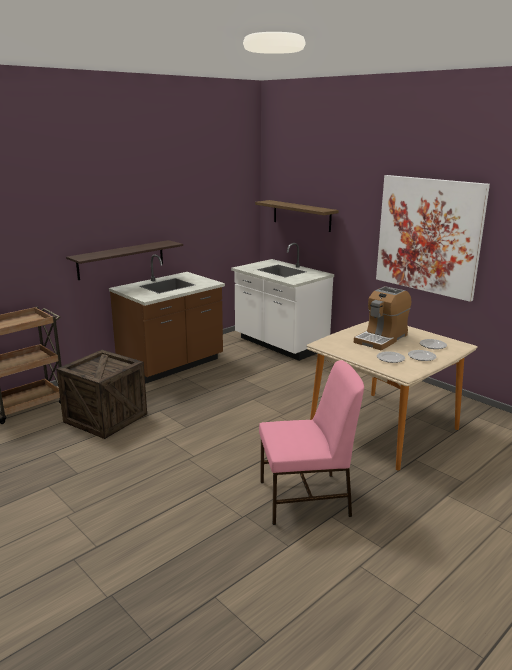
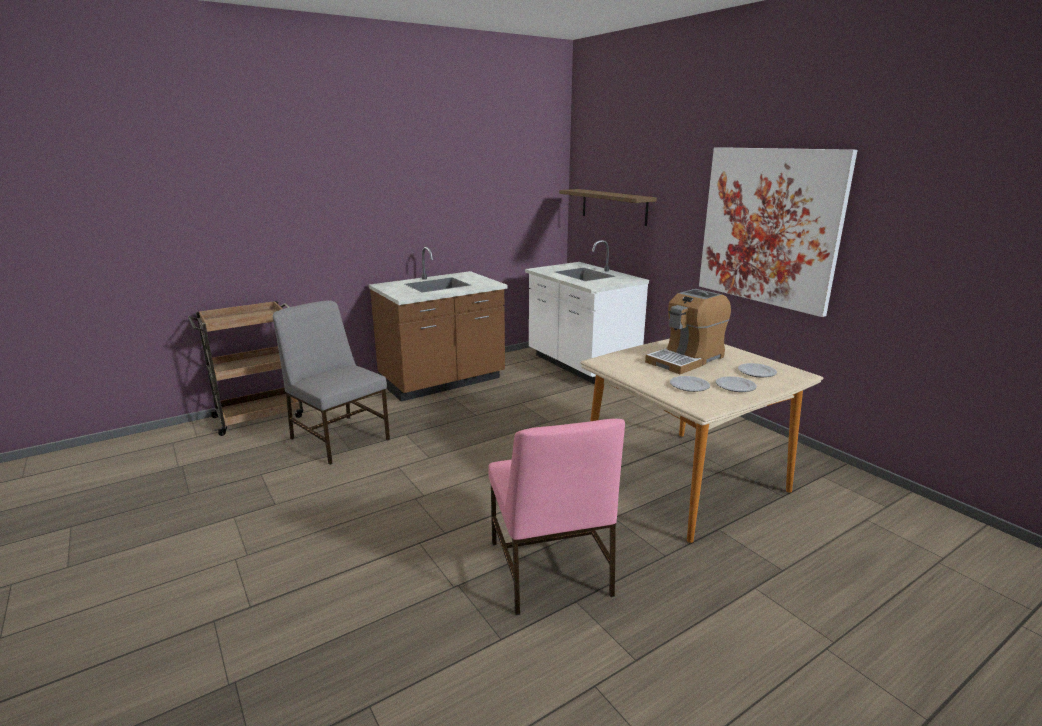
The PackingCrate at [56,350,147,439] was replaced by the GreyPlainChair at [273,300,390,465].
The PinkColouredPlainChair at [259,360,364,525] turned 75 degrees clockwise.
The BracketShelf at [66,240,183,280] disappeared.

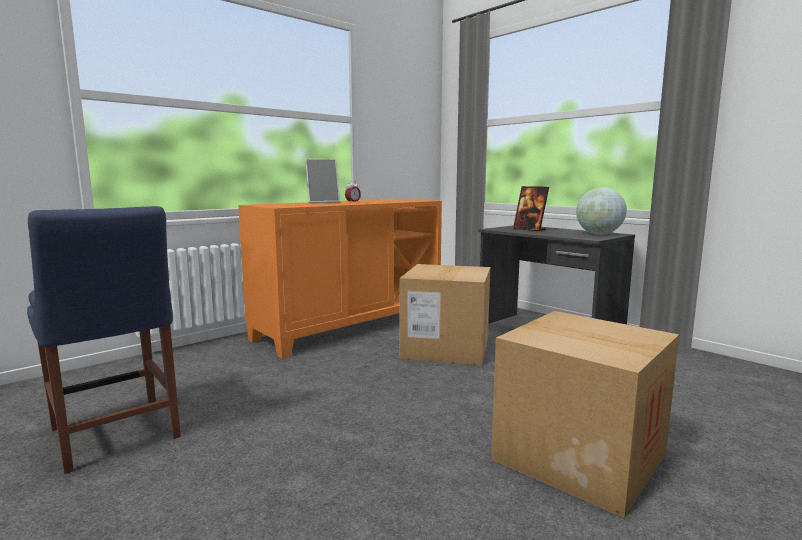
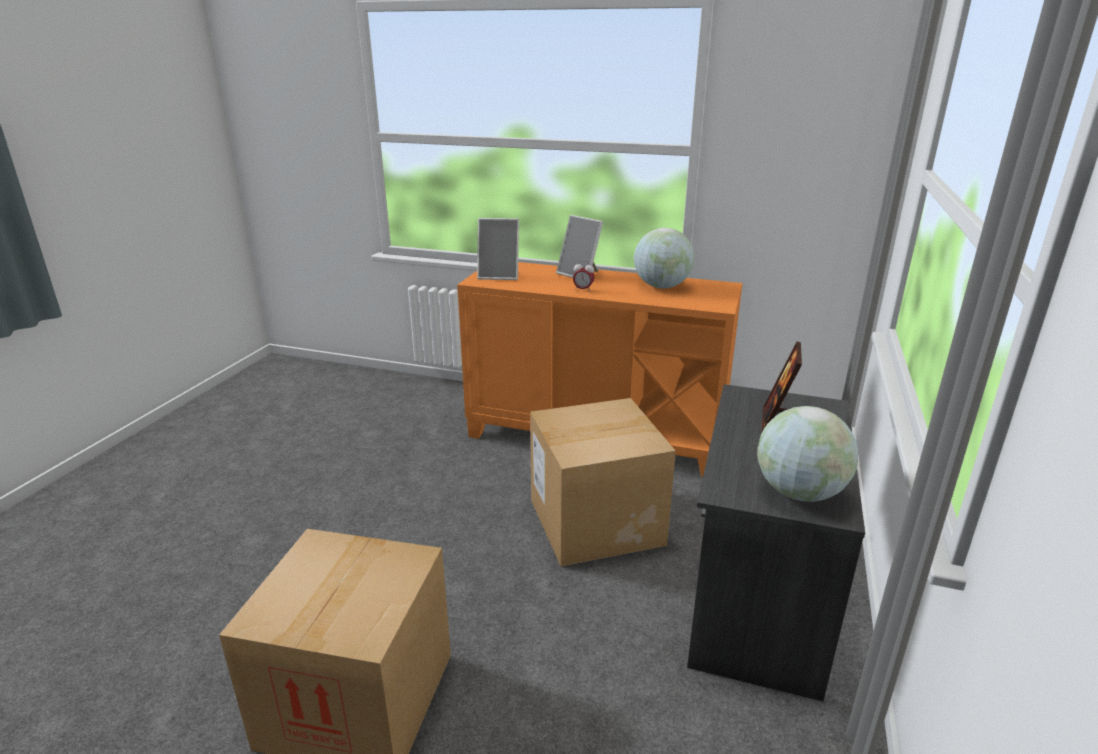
The StandingFrame at [477,218,519,280] appeared.
The WorldGlobe at [634,228,694,288] appeared.
The BlueColouredPlainChair at [27,206,181,474] disappeared.

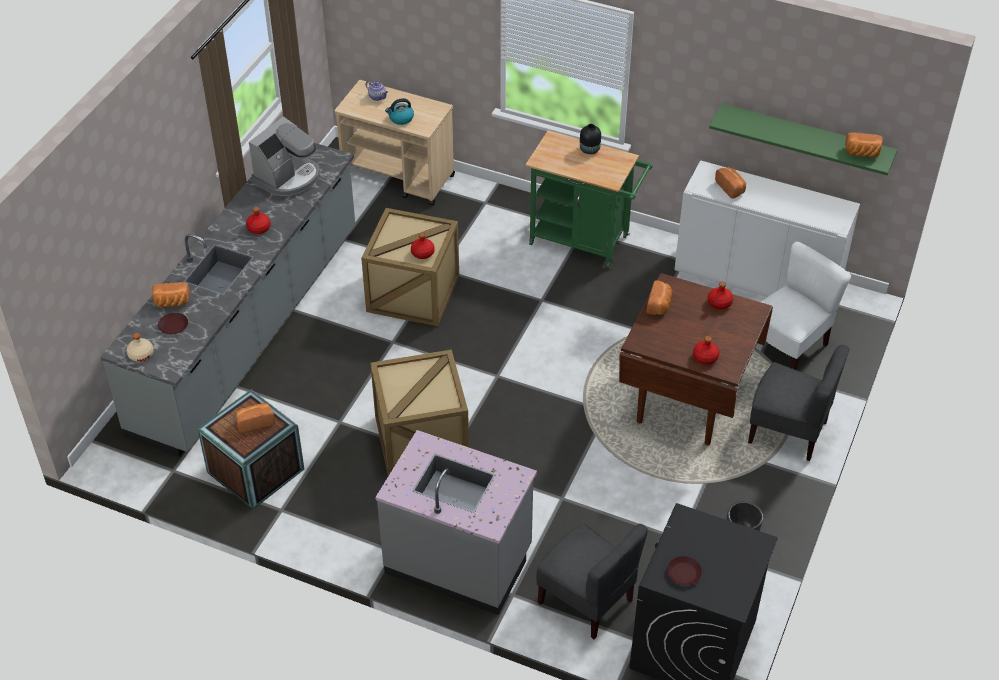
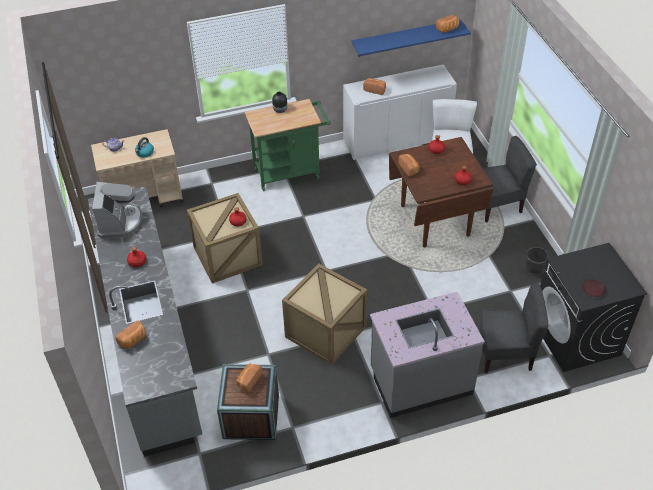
The GreenBracketShelf at [709,104,897,175] became the BlueColouredBracketShelf at [351,19,471,57].
The SandColouredDrinkBottle at [126,333,154,362] disappeared.
The BrownishPlate at [158,313,188,334] disappeared.

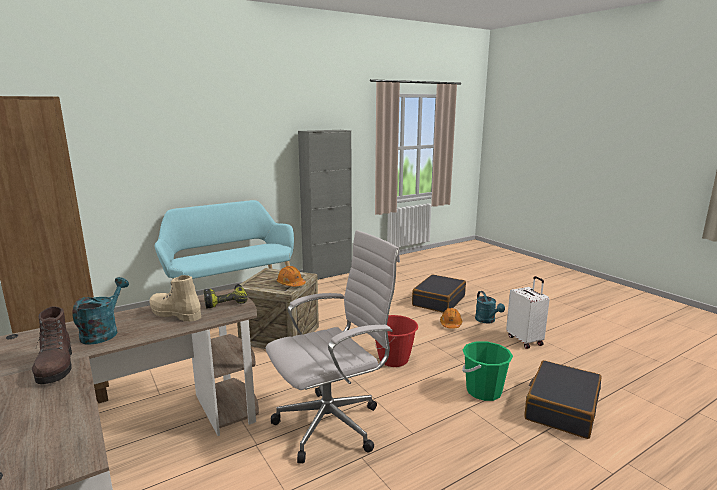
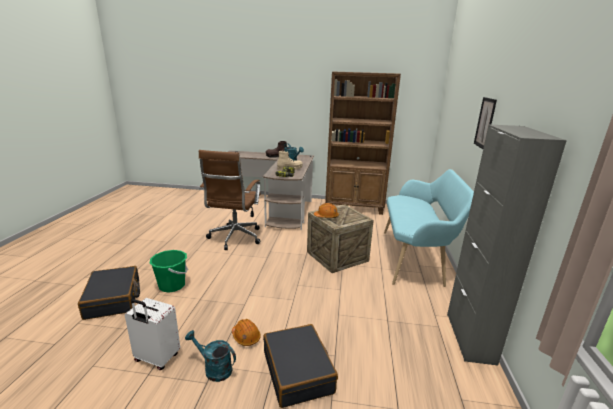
The WhiteColouredComputerChair at [266,230,400,463] became the BrownishComputerChair at [199,150,261,250].
The WallPicture at [474,97,497,149] appeared.
The RedPail at [375,315,418,367] disappeared.

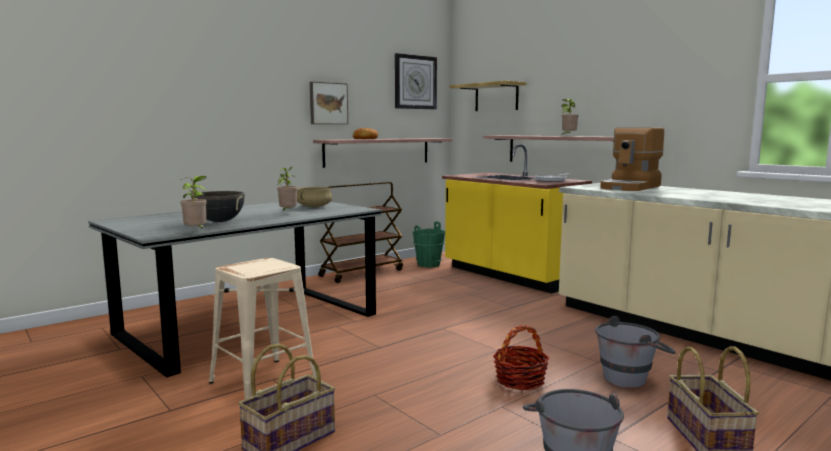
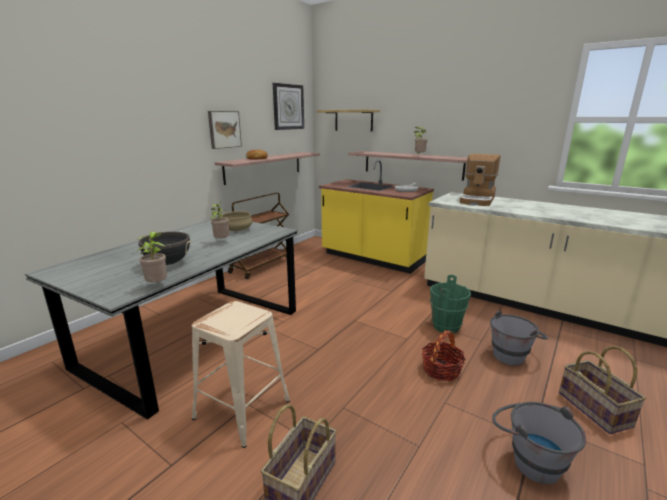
The GreenPail moved from [412,221,445,268] to [430,275,471,333].

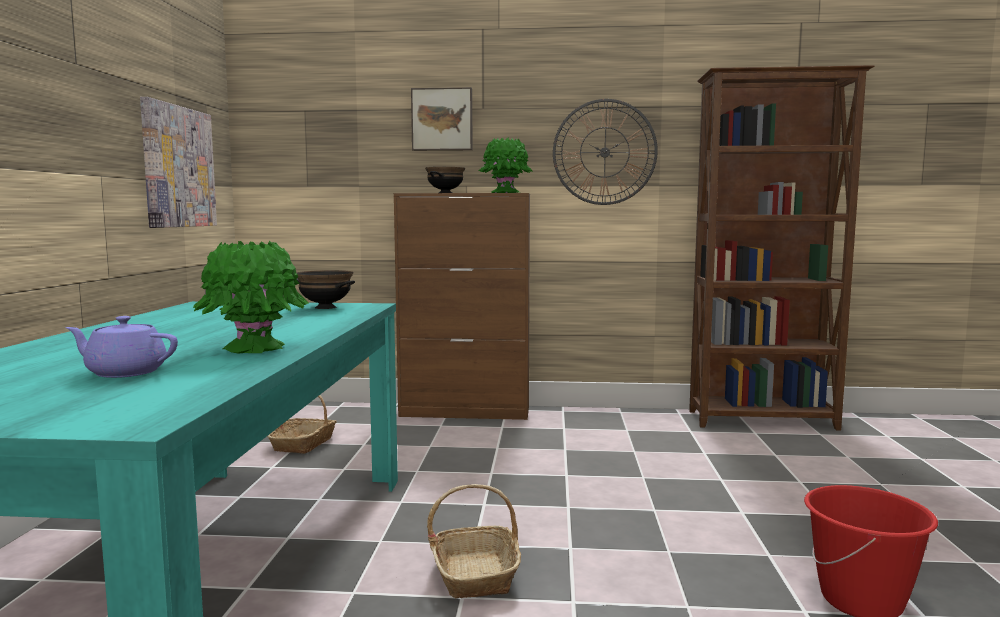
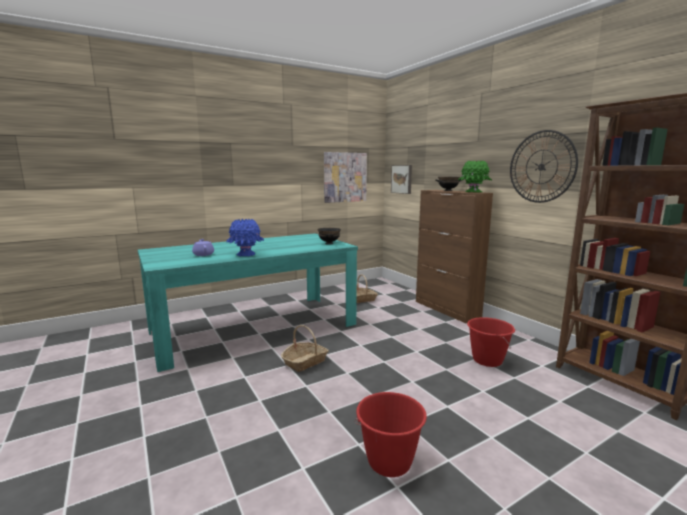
The GreenVase at [193,241,309,354] became the BlueColouredVase at [226,218,264,257].
The WallPicture moved from [411,87,473,151] to [391,165,412,194].
The RedPail at [467,317,515,367] appeared.

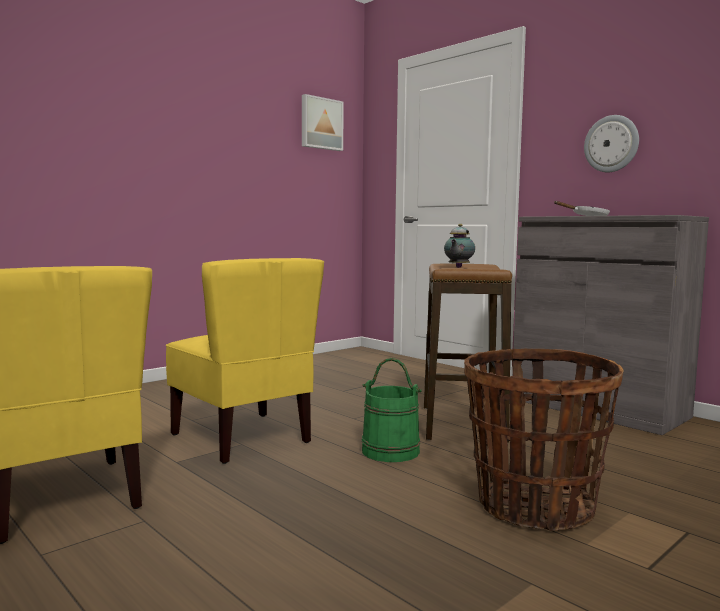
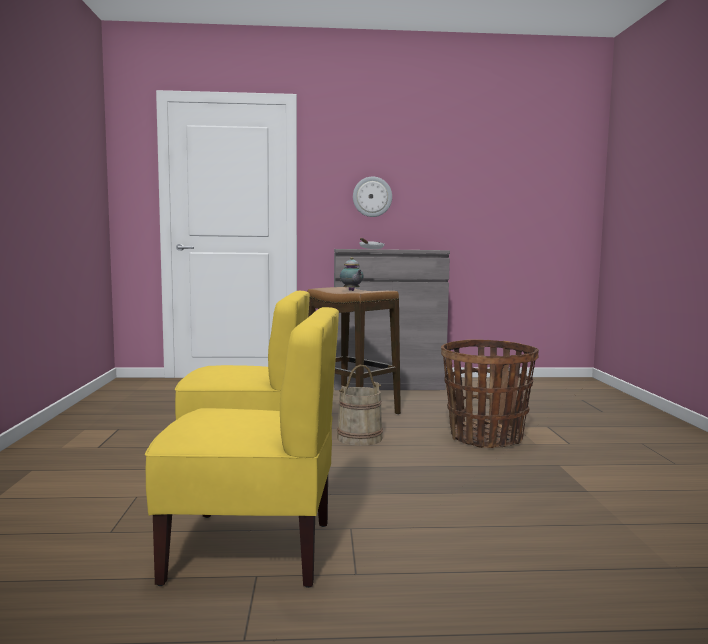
The GreenPail at [362,358,422,462] became the SandColouredPail at [337,365,383,446].
The WallPicture at [302,94,344,151] disappeared.

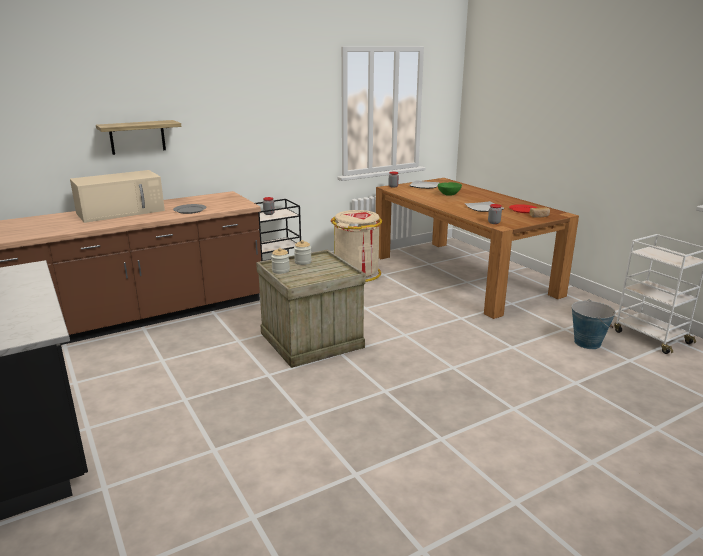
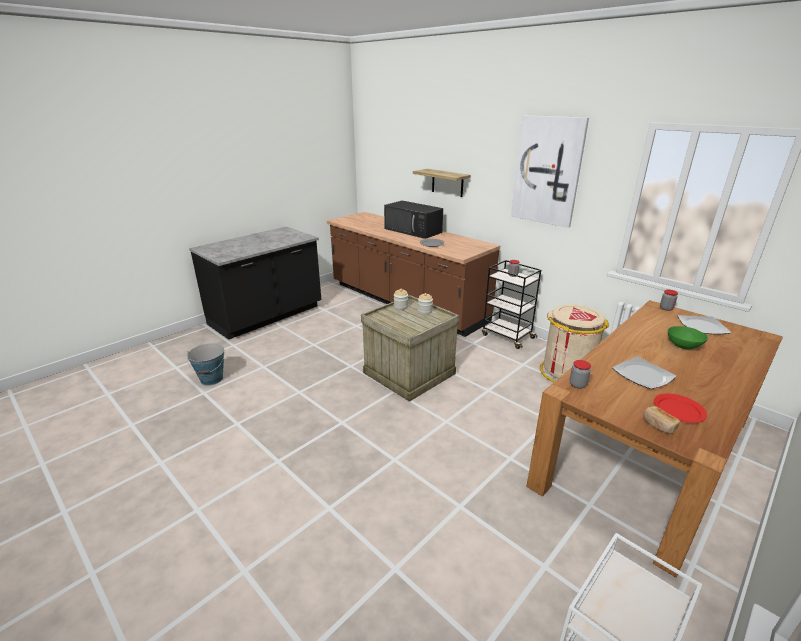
The Pail moved from [572,299,616,349] to [187,343,224,386].
The SandColouredMicrowave at [70,170,165,223] became the BlackishMicrowave at [384,201,443,239].
The WallPicture at [511,115,589,228] appeared.

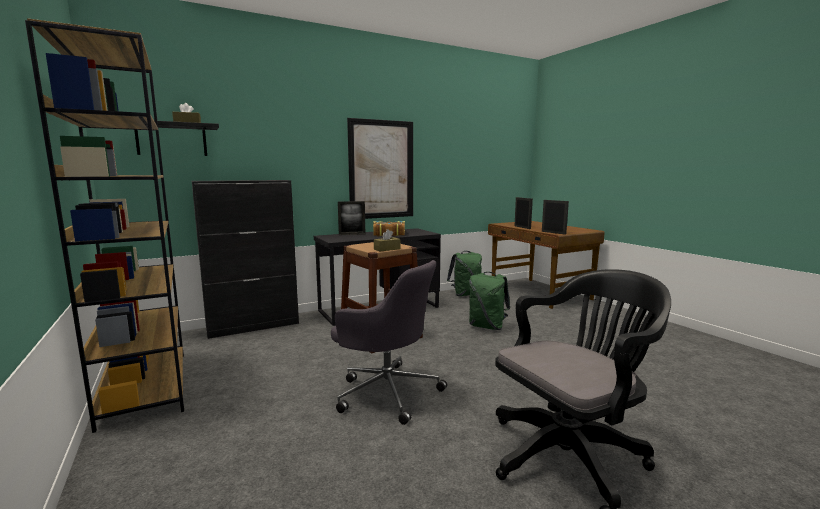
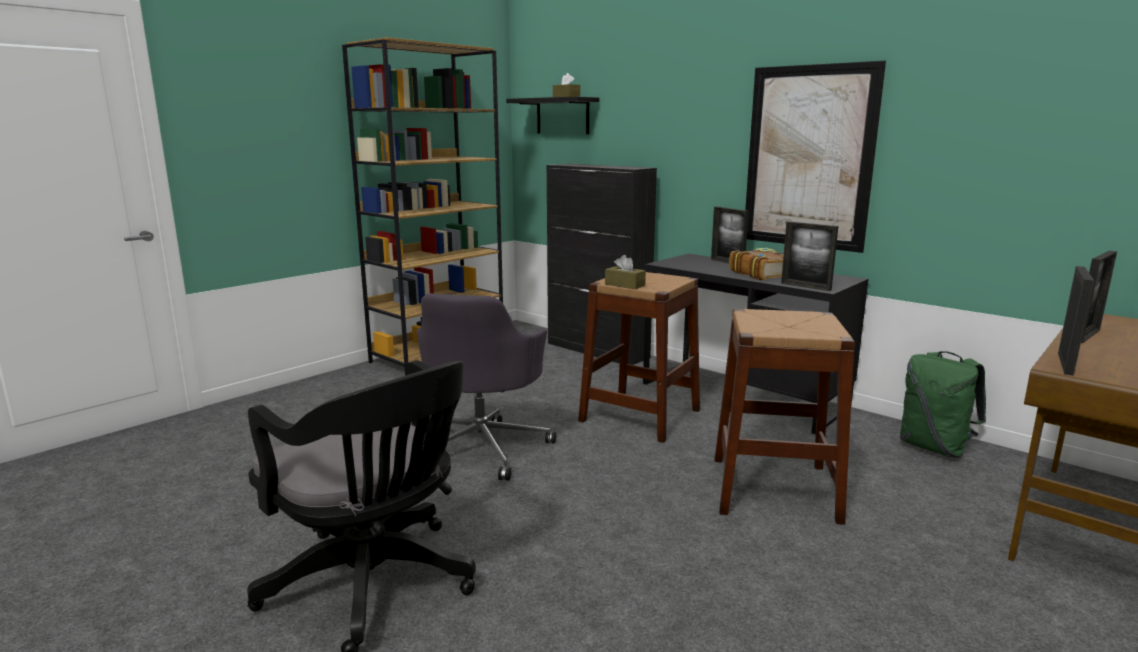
The GreenBackpack at [469,272,510,330] was replaced by the BrownishStoolSeat at [714,309,855,525].
The StandingFrame at [781,221,838,291] appeared.

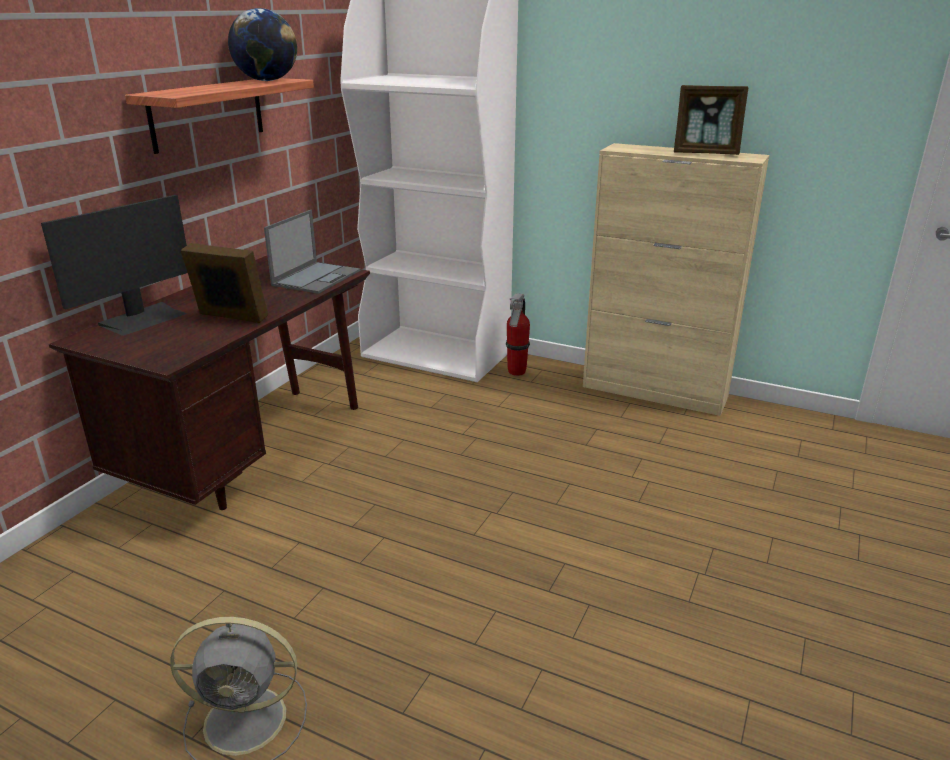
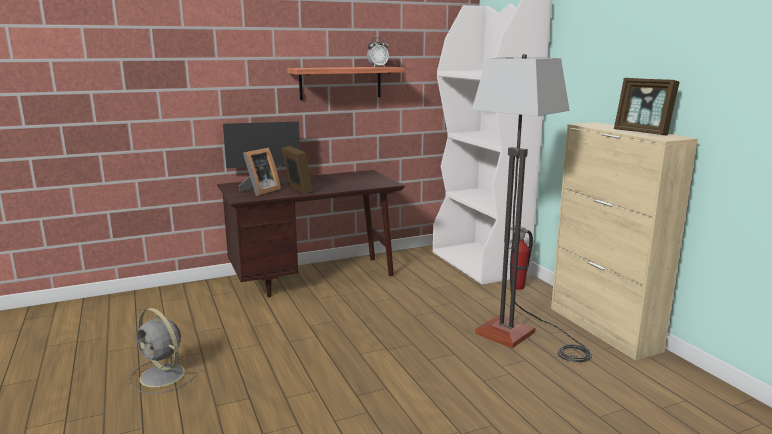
The StandingFrame at [239,148,281,196] appeared.
The WorldGlobe at [228,8,297,81] was replaced by the AlarmClock at [367,38,389,67].
The FloorLamp at [472,54,592,362] appeared.
The PortableComputer at [264,210,360,294] disappeared.

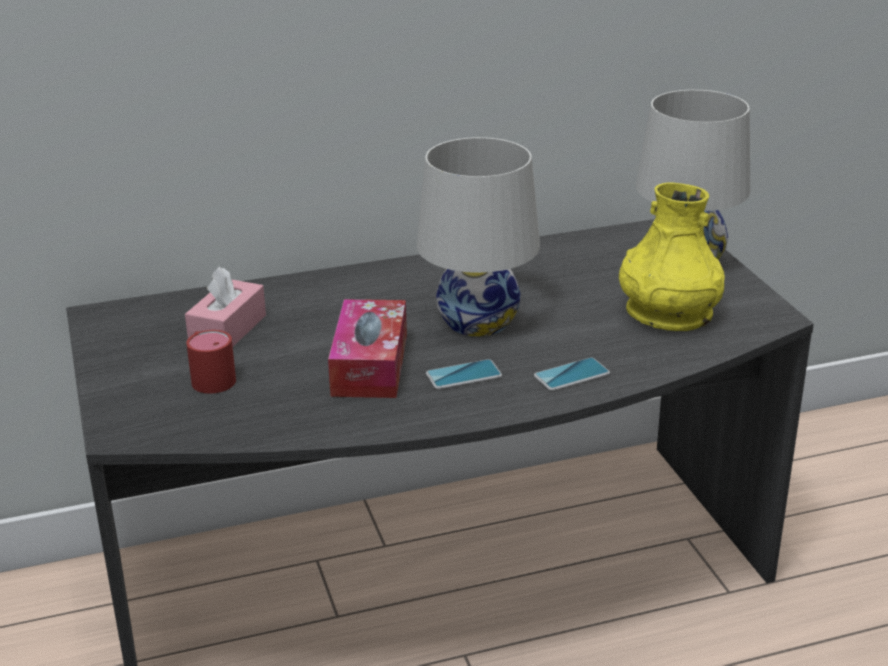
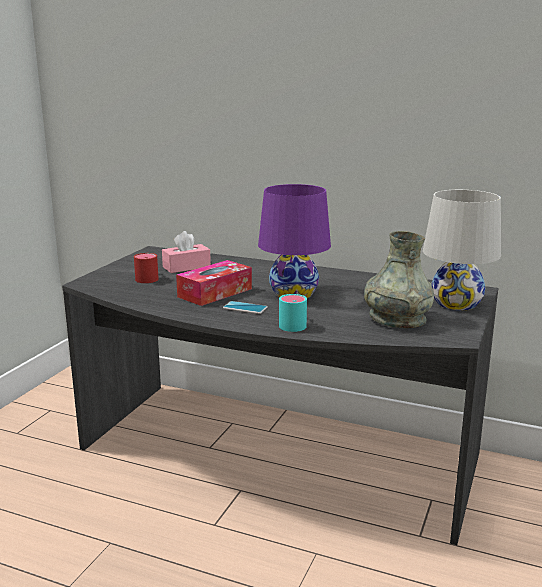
The WhiteColouredTabletopLamp at [417,137,540,337] became the PurplishTabletopLamp at [258,184,331,298].
The Phone at [534,357,610,391] was replaced by the TurquoiseColouredCoffeeMug at [279,294,307,332].
The YellowColouredVase at [619,183,725,331] became the GreyVase at [364,231,434,328].

